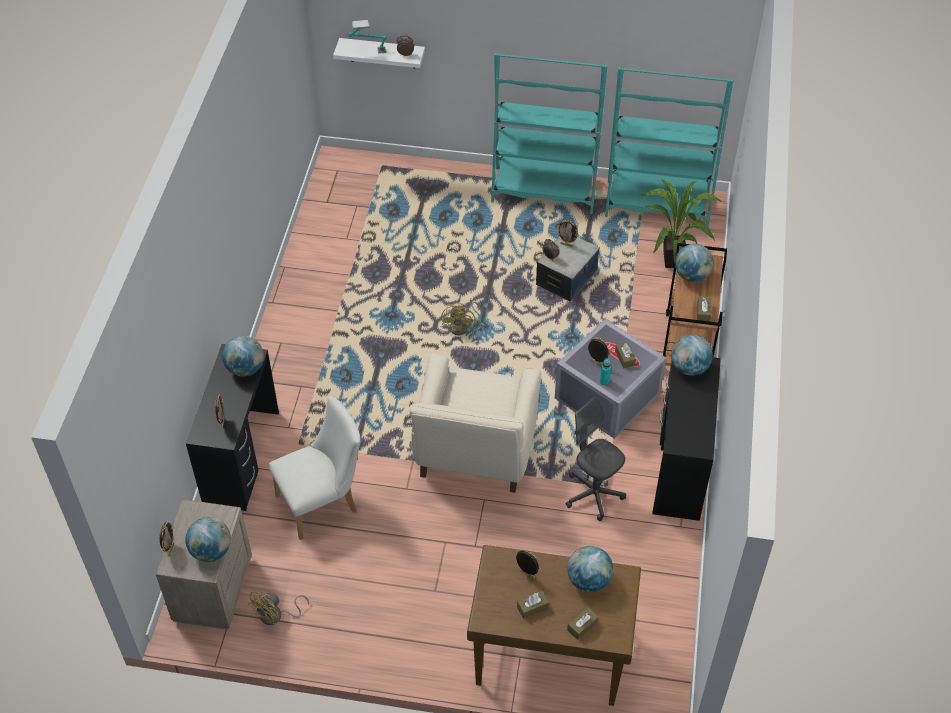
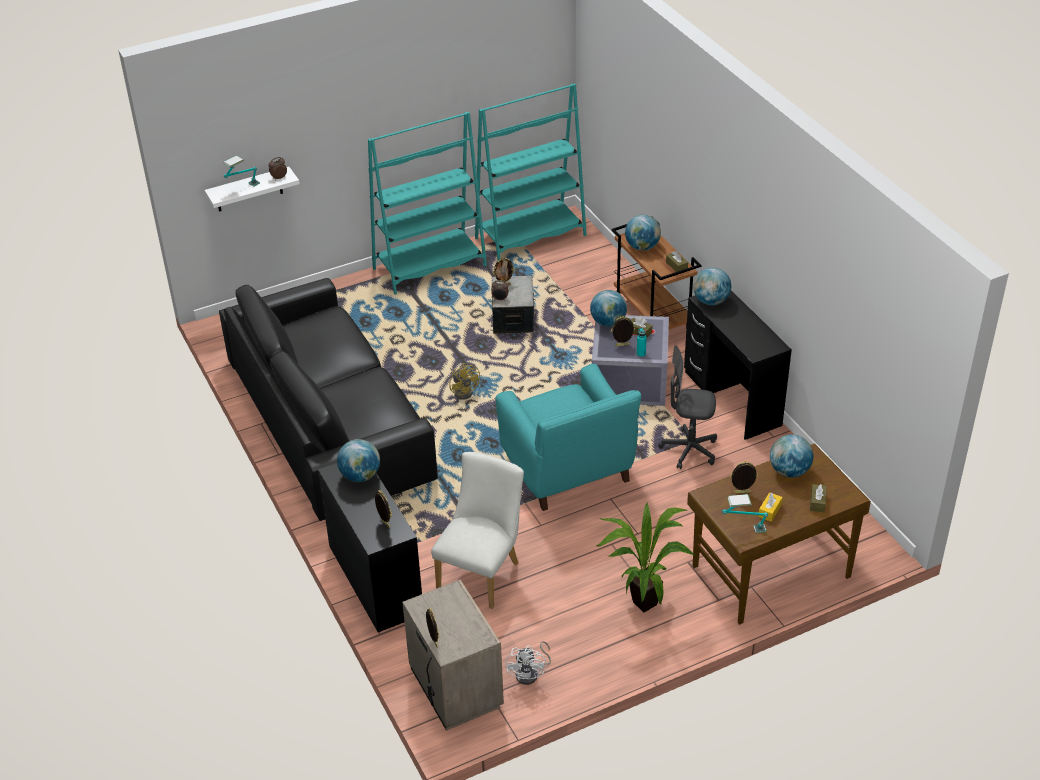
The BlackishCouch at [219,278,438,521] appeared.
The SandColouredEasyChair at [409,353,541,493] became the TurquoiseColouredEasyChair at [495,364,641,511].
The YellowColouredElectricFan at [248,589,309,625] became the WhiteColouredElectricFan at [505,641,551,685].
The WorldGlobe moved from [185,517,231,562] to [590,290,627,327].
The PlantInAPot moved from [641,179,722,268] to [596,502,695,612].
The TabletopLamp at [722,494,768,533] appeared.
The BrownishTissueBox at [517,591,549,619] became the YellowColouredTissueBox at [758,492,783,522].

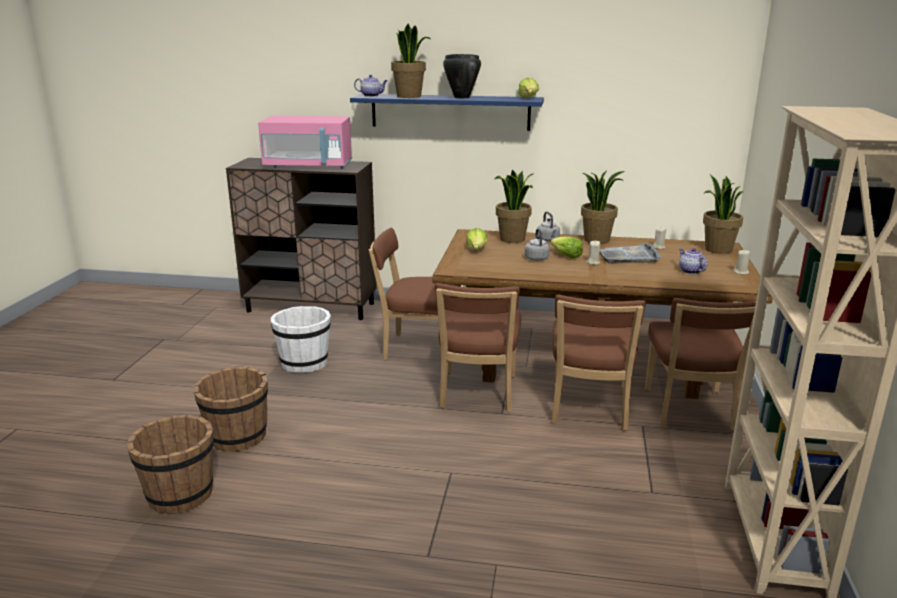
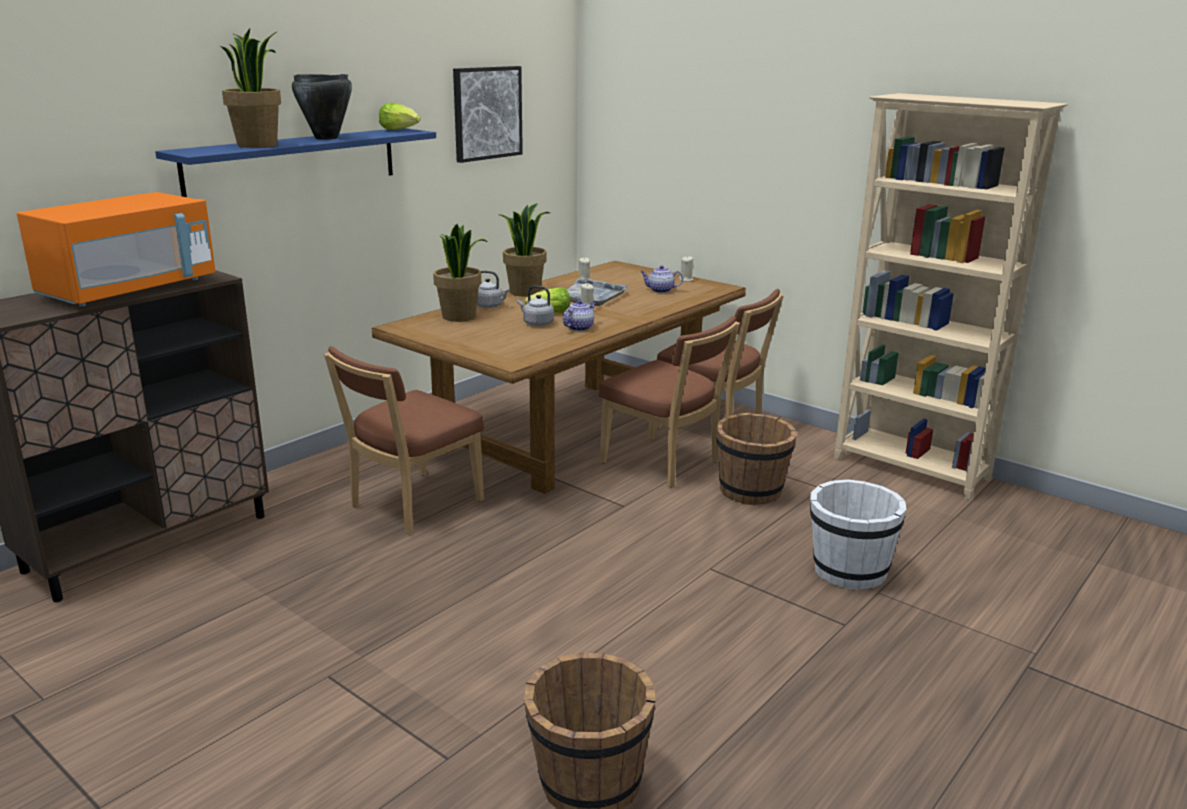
The PinkColouredMicrowave at [258,116,352,169] became the OrangeColouredMicrowave at [17,192,216,307].
The WallPicture at [453,66,523,163] appeared.
The PotForTea moved from [354,75,388,97] to [562,300,596,331].
The BrownishPail moved from [193,367,268,452] to [716,412,797,505].
The WhiteColouredPail moved from [270,306,331,373] to [810,479,907,590].
The BrownishPlainChair at [435,283,521,412] disappeared.
The HeadOfLettuce at [466,228,488,250] disappeared.
The PlantInAPot at [703,174,744,254] disappeared.

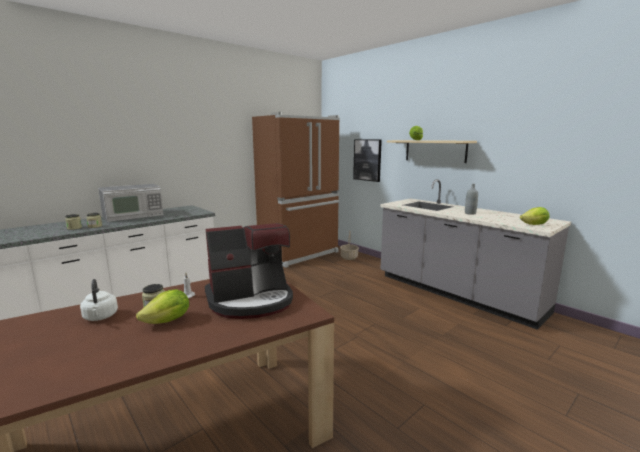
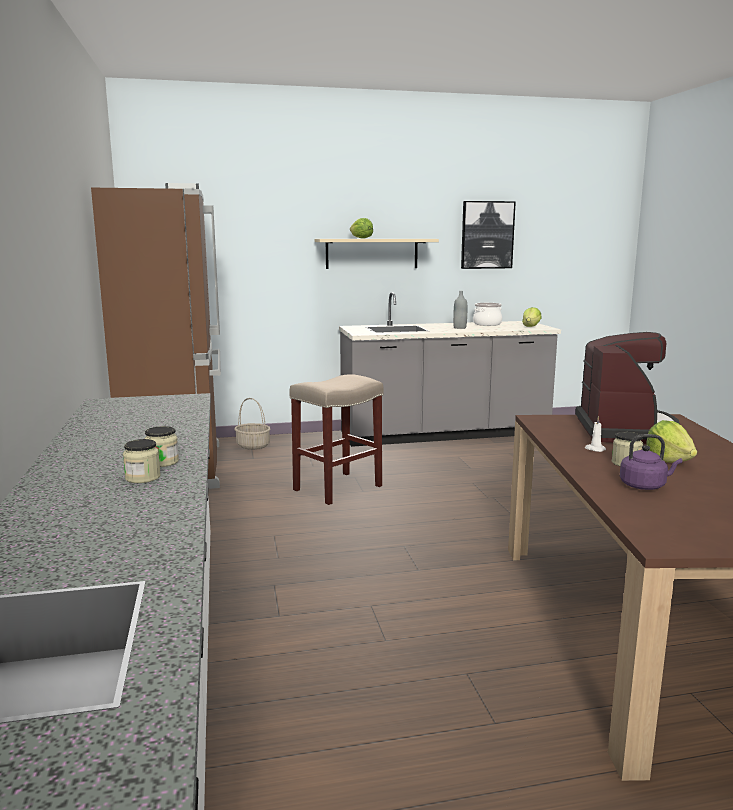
The SandColouredStoolSeat at [289,374,384,505] appeared.
The WallPicture moved from [353,139,382,182] to [461,201,516,269].
The Saucepot at [473,303,502,326] appeared.
The WhiteColouredWaterKettle at [80,279,118,321] became the PurplishWaterKettle at [620,434,682,490].
The Microwave at [98,184,164,222] disappeared.

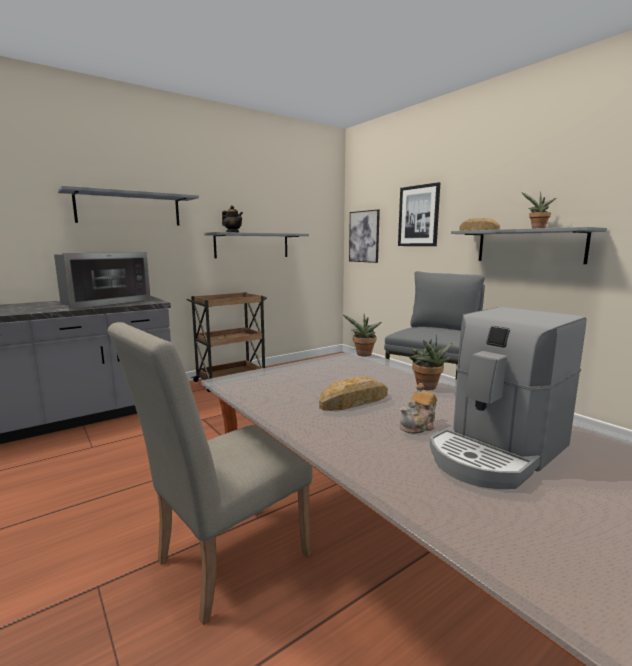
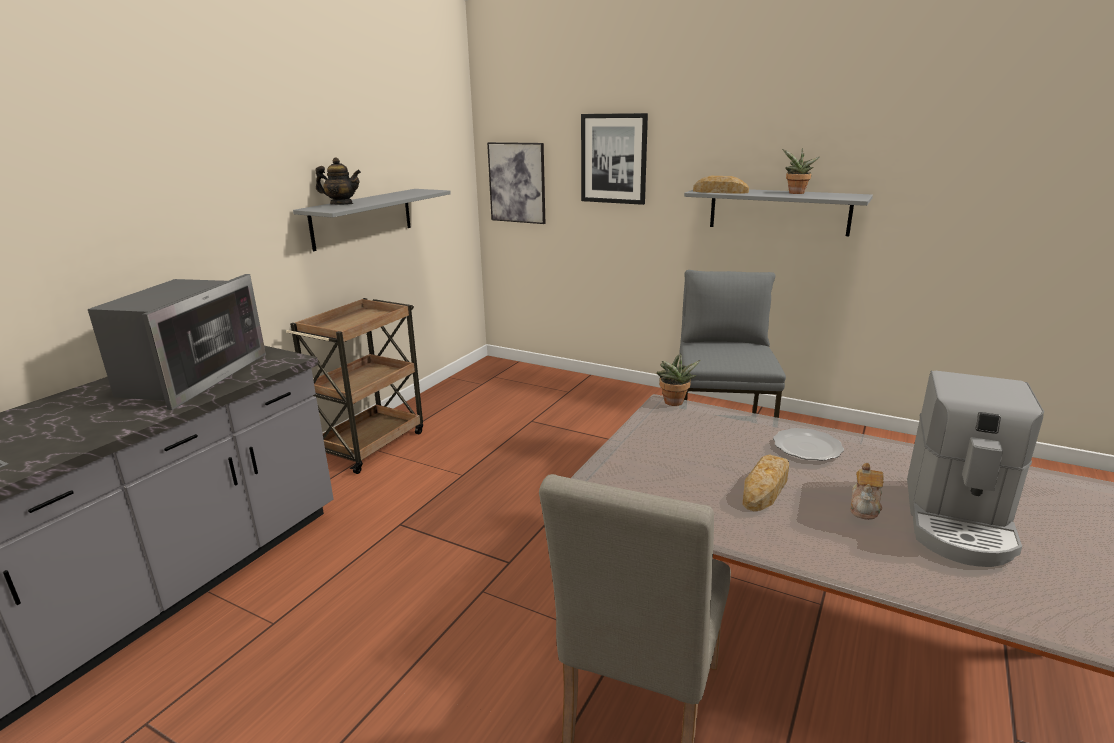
The PlantInAPot at [409,335,453,390] was replaced by the Plate at [773,428,844,461].
The GreyBracketShelf at [58,186,199,225] disappeared.

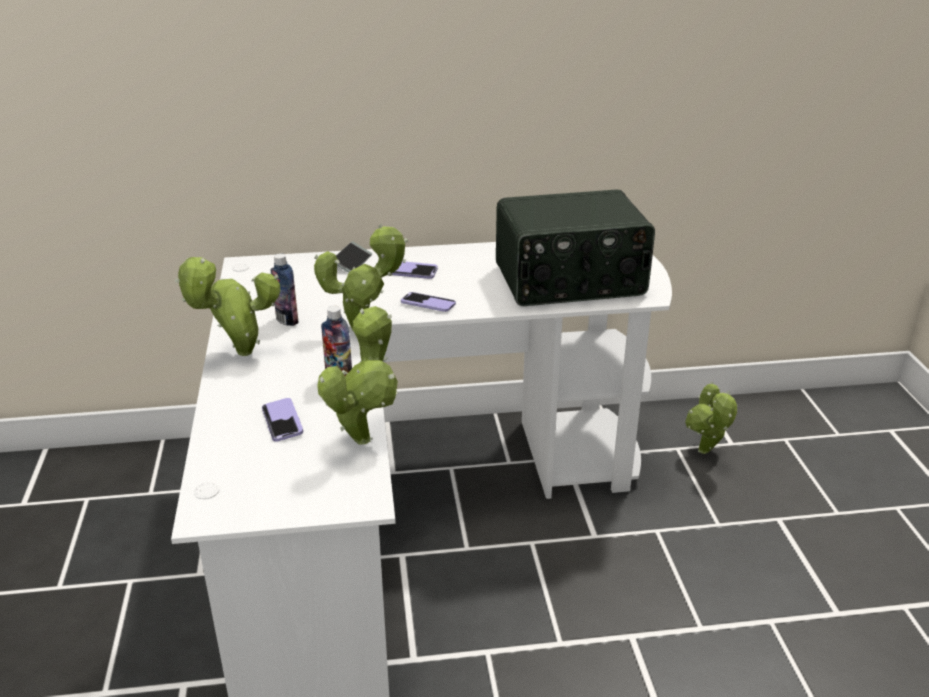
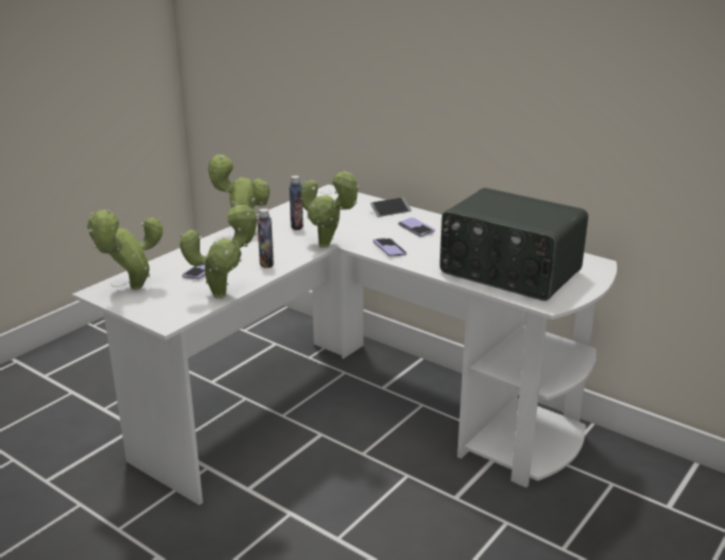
The PlantInAPot moved from [685,382,738,454] to [87,209,163,290].

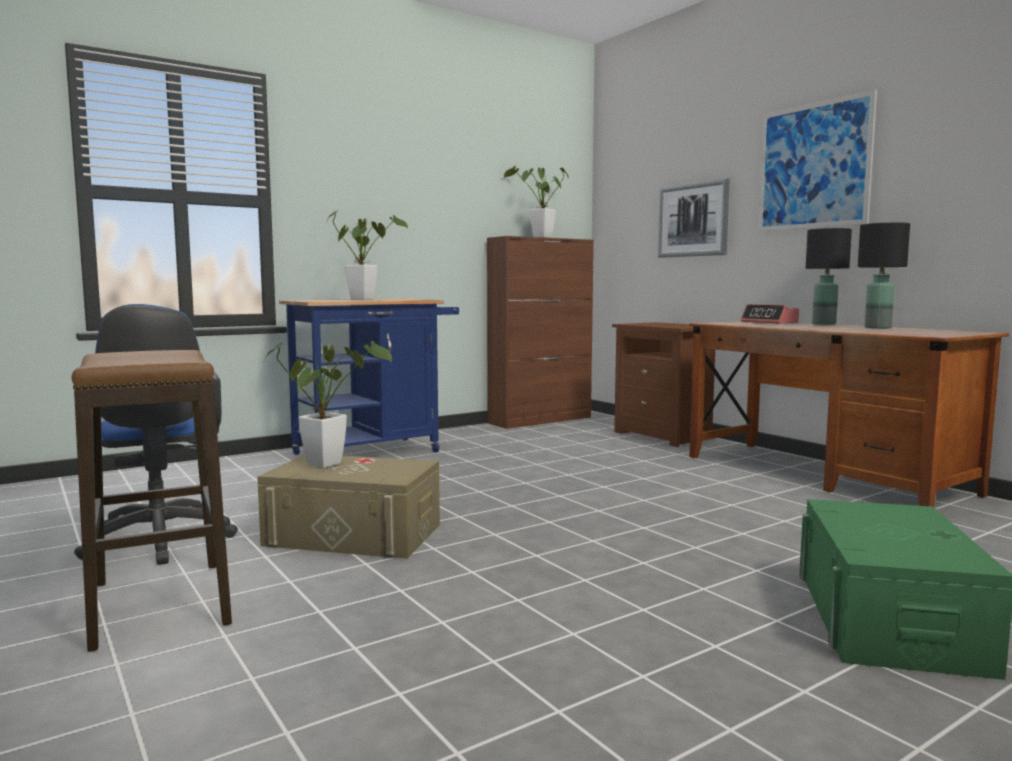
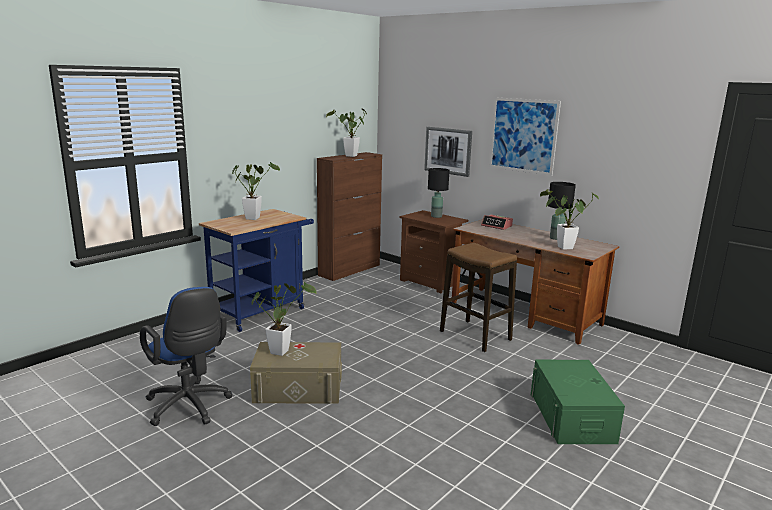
The BlackishTabletopLamp moved from [806,228,852,325] to [428,168,449,218].
The StoolSeat moved from [71,350,232,652] to [440,243,517,352].
The PlantInAPot at [540,189,599,250] appeared.

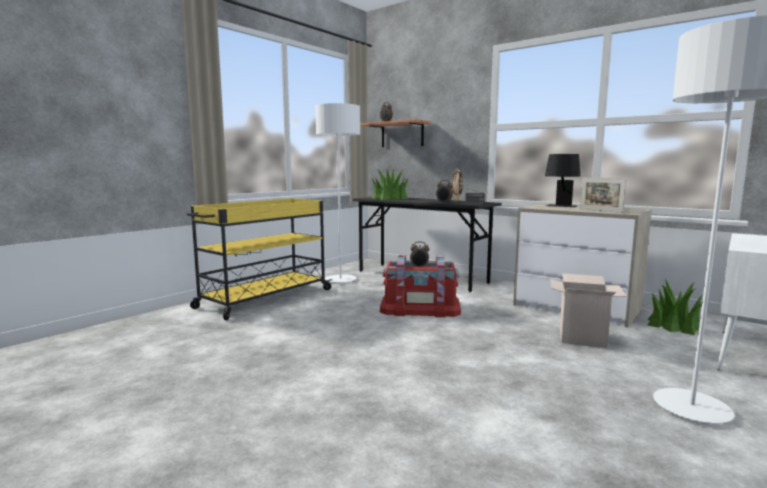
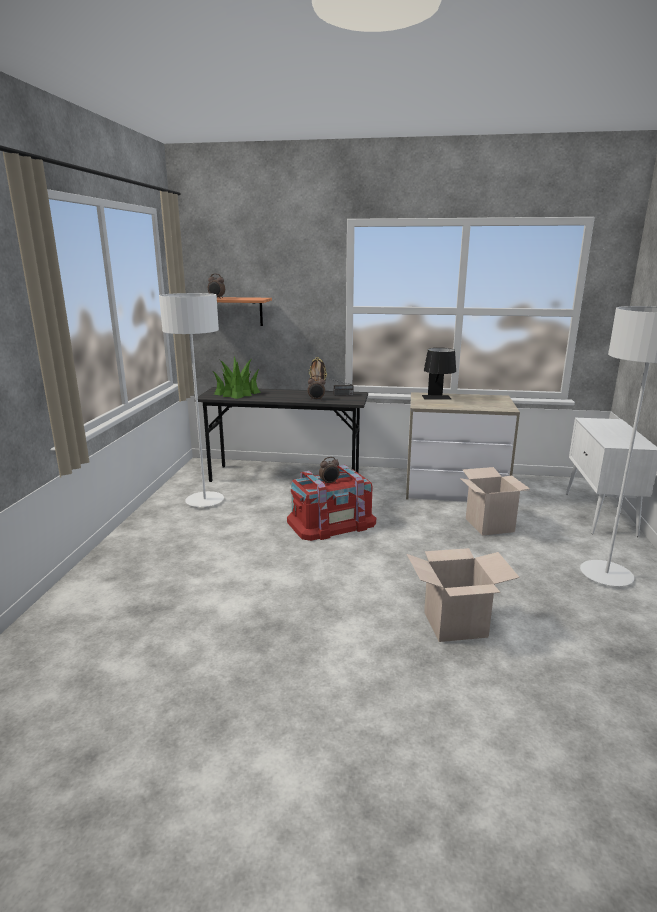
The Carton at [407,548,520,642] appeared.
The YellowColouredTrolley at [187,198,332,320] disappeared.
The StandingFrame at [580,177,626,213] disappeared.
The PlantInAPot at [648,279,702,335] disappeared.

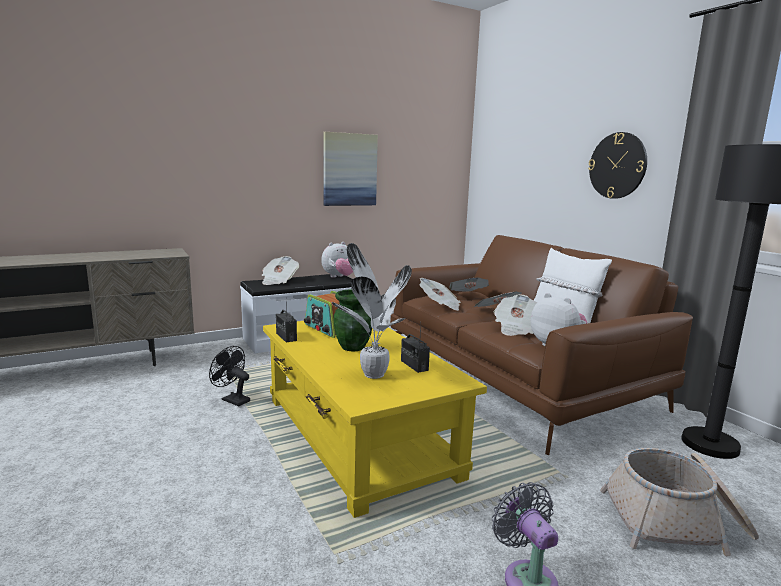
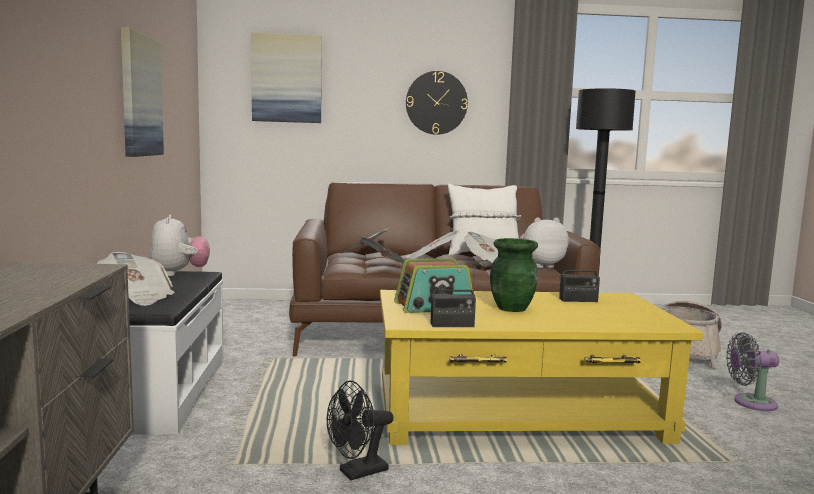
The WallPicture at [251,33,322,123] appeared.
The PlantInAPot at [332,243,412,379] disappeared.

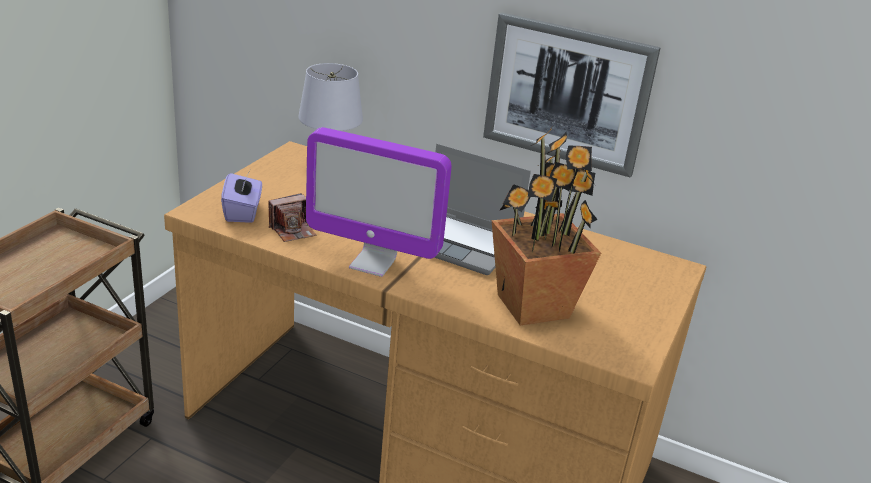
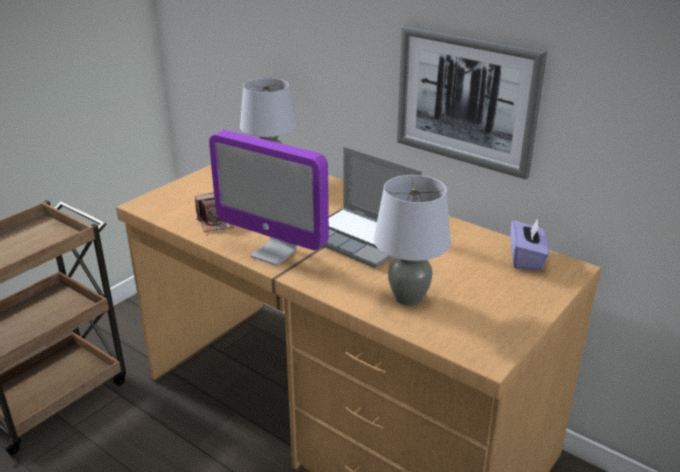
The PlantInAPot at [492,127,601,325] was replaced by the GreyTabletopLamp at [374,175,451,306].
The PurplishTissueBox moved from [221,170,262,223] to [510,218,549,270].

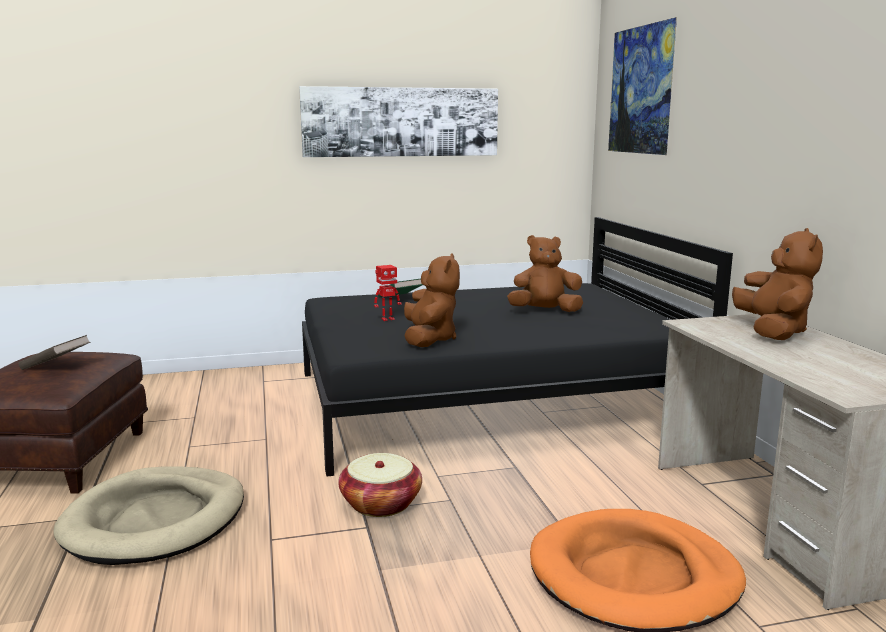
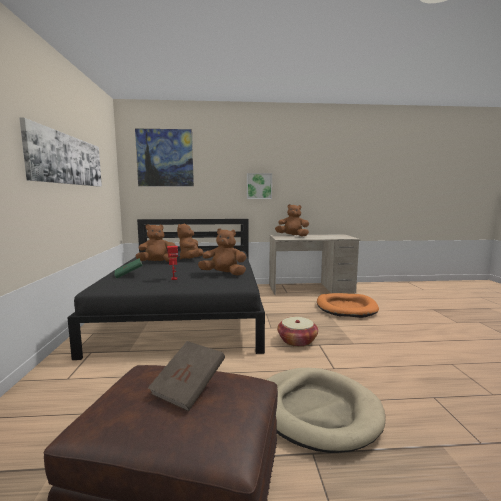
The BrownishCuddlyToy at [135,224,177,262] appeared.
The WallPicture at [247,173,272,199] appeared.

